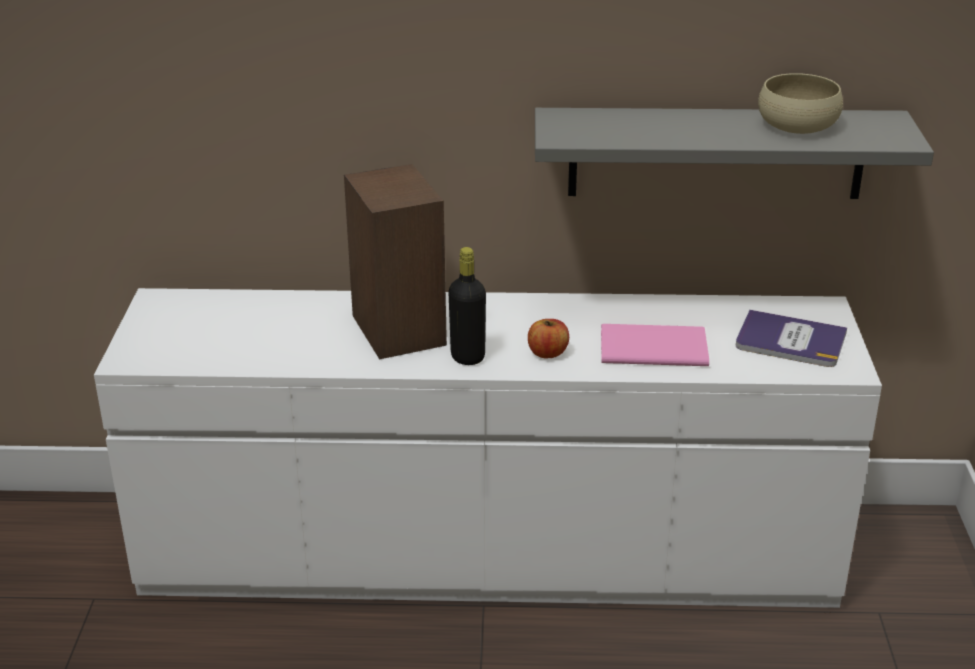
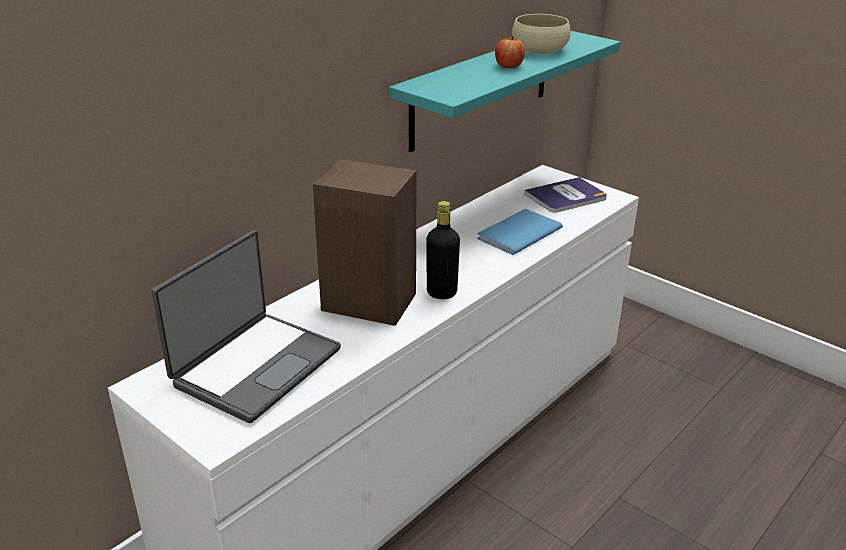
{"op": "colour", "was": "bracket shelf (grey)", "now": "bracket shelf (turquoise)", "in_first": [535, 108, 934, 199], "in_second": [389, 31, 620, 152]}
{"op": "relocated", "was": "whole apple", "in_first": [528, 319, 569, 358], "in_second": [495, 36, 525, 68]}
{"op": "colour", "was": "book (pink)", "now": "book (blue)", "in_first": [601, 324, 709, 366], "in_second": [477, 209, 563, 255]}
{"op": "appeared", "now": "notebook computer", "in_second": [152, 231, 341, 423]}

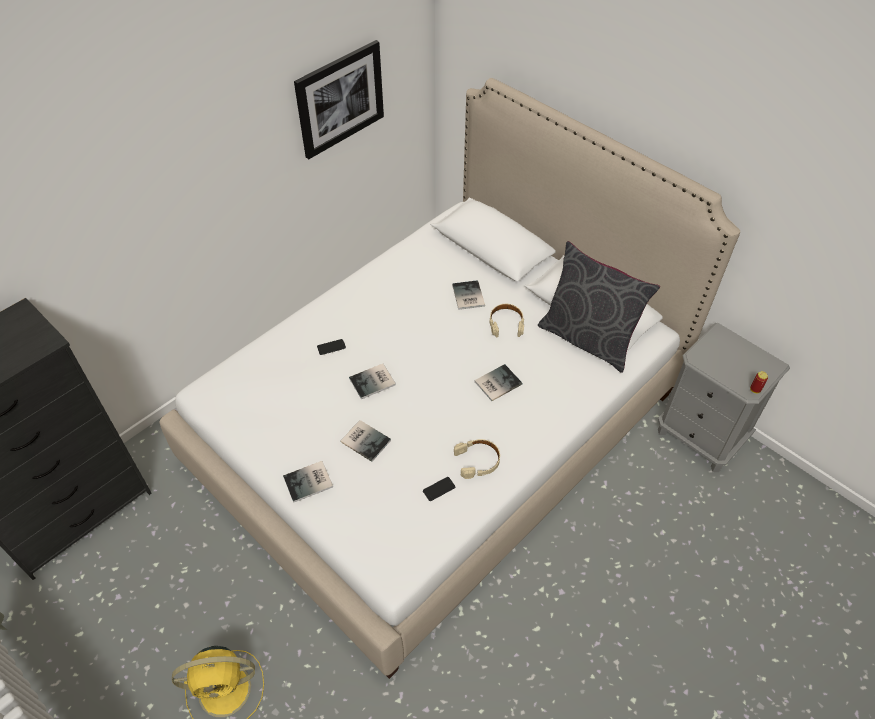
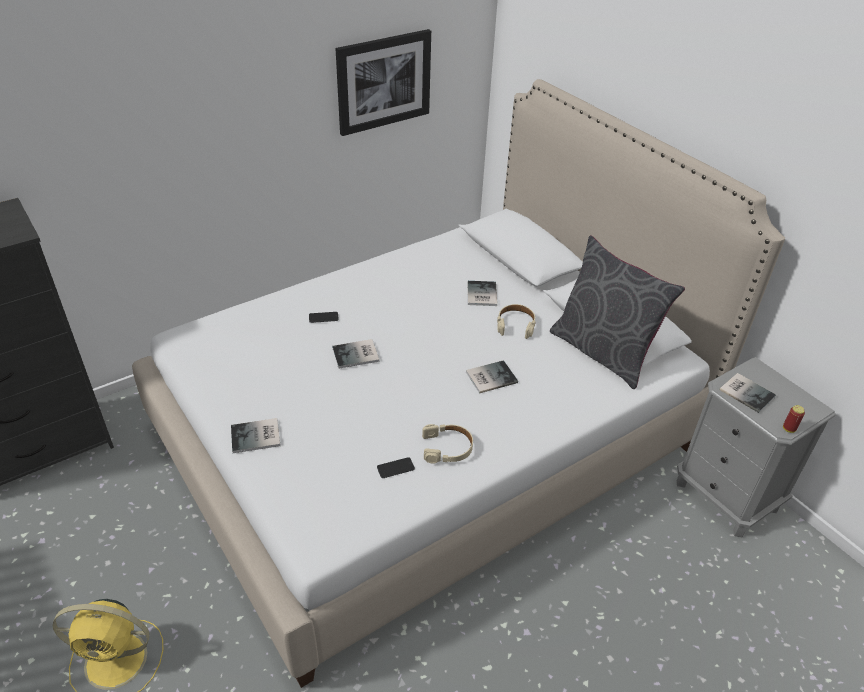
{"op": "relocated", "was": "book", "in_first": [340, 420, 391, 462], "in_second": [719, 373, 776, 413]}

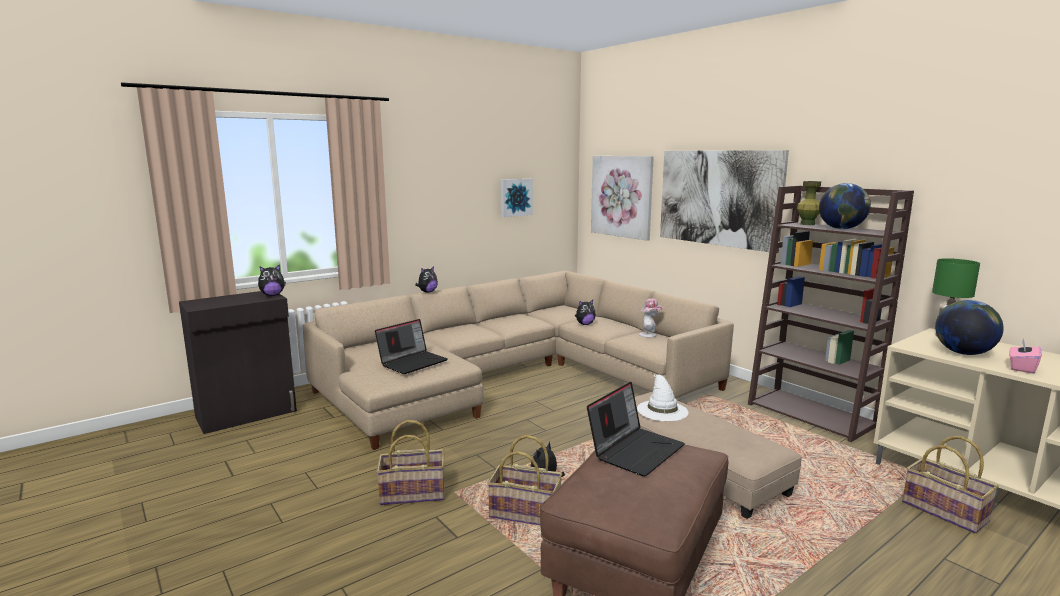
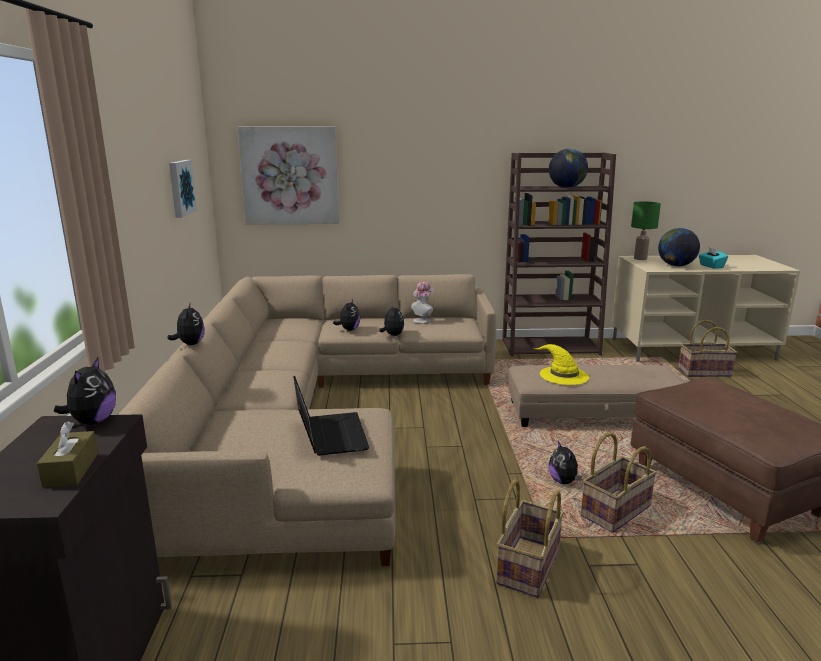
{"op": "missing", "was": "wall art", "in_first": [660, 150, 789, 253]}
{"op": "missing", "was": "vase (greenish)", "in_first": [797, 181, 821, 225]}
{"op": "colour", "was": "tissue holder (pink)", "now": "tissue holder (turquoise)", "in_first": [1009, 338, 1042, 374], "in_second": [699, 247, 728, 269]}
{"op": "colour", "was": "hat (white)", "now": "hat (yellow)", "in_first": [637, 375, 689, 421], "in_second": [532, 344, 589, 385]}
{"op": "missing", "was": "notebook computer", "in_first": [587, 382, 685, 477]}
{"op": "appeared", "now": "soft toy", "in_second": [379, 304, 404, 336]}
{"op": "appeared", "now": "tissue holder (brown-coloured)", "in_second": [36, 421, 98, 488]}

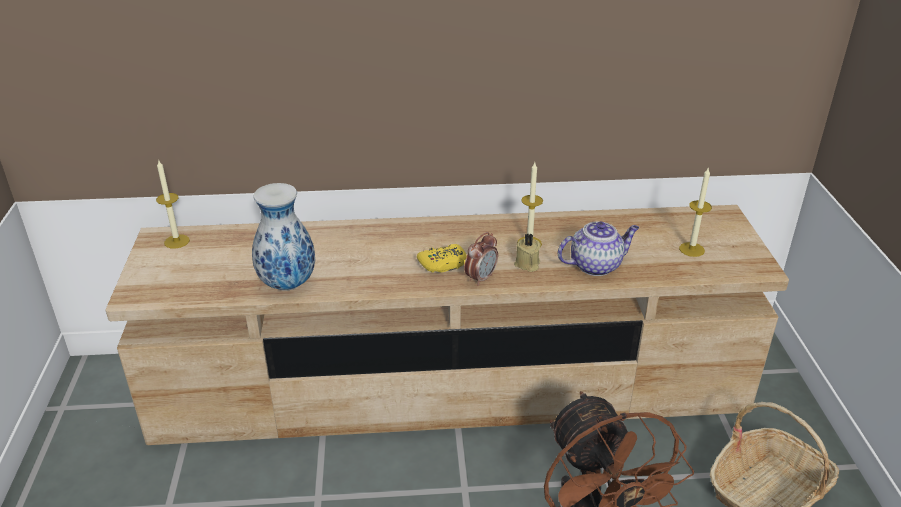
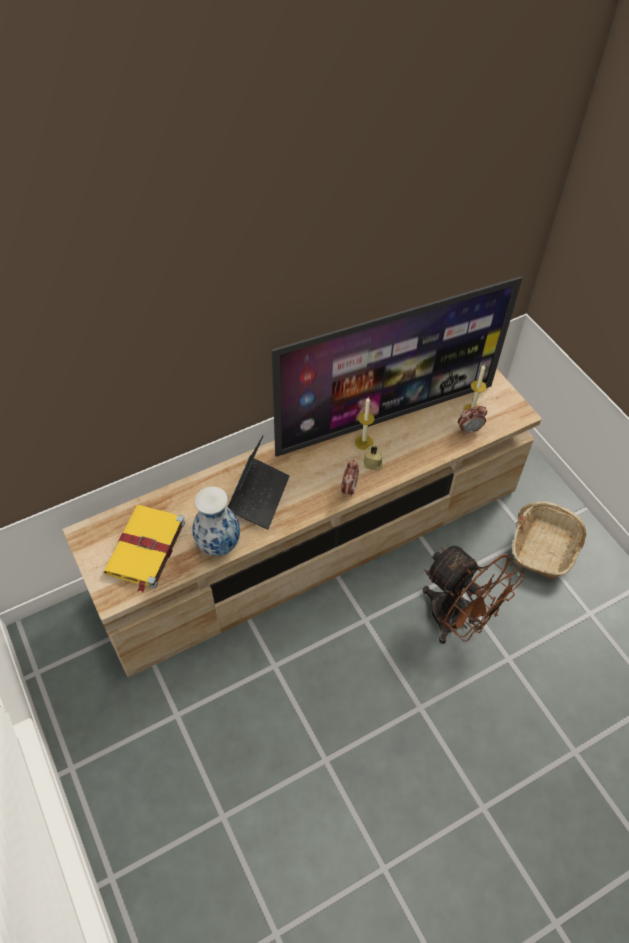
{"op": "missing", "was": "wax light", "in_first": [156, 159, 190, 249]}
{"op": "missing", "was": "teapot", "in_first": [558, 221, 639, 276]}
{"op": "missing", "was": "joypad (yellow)", "in_first": [417, 244, 467, 273]}
{"op": "appeared", "now": "television", "in_second": [272, 277, 522, 457]}
{"op": "appeared", "now": "alarm clock", "in_second": [458, 406, 487, 435]}
{"op": "appeared", "now": "notebook computer", "in_second": [227, 436, 290, 530]}
{"op": "appeared", "now": "book (yellow)", "in_second": [103, 505, 185, 593]}

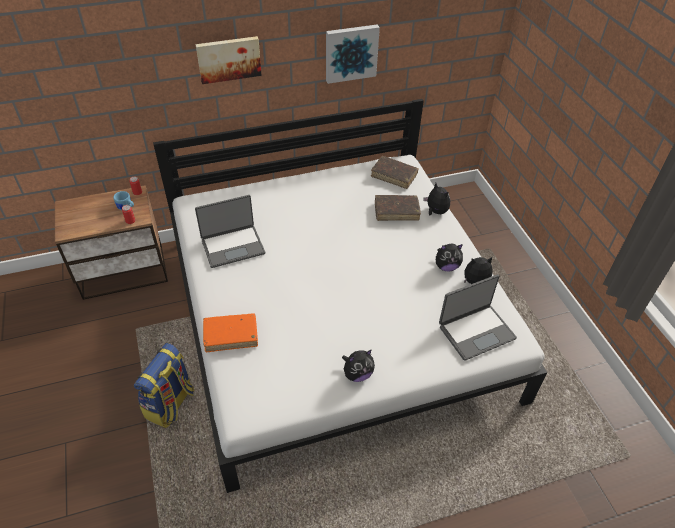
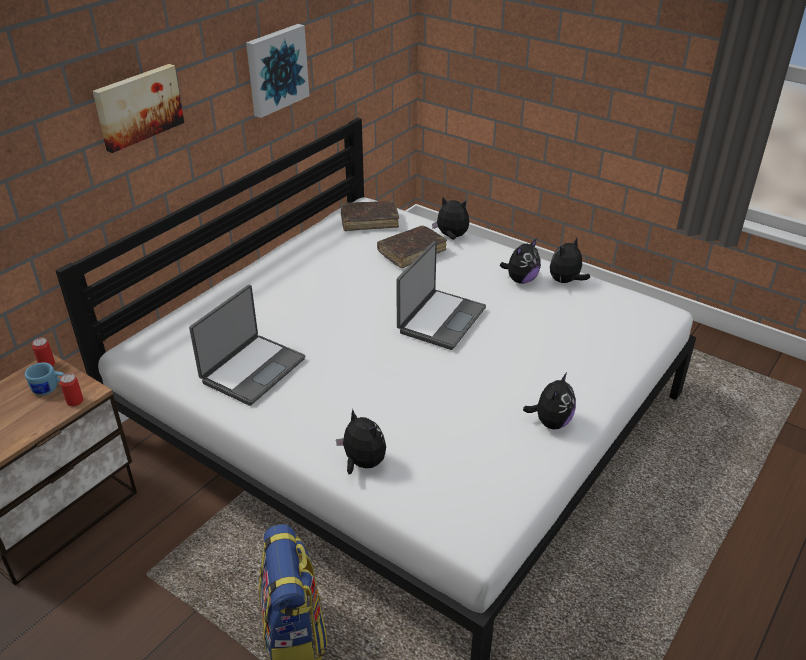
{"op": "relocated", "was": "notebook computer", "in_first": [439, 275, 517, 361], "in_second": [396, 241, 486, 350]}
{"op": "exchanged", "was": "book (orangey)", "now": "soft toy", "in_first": [203, 313, 258, 352], "in_second": [336, 409, 386, 474]}

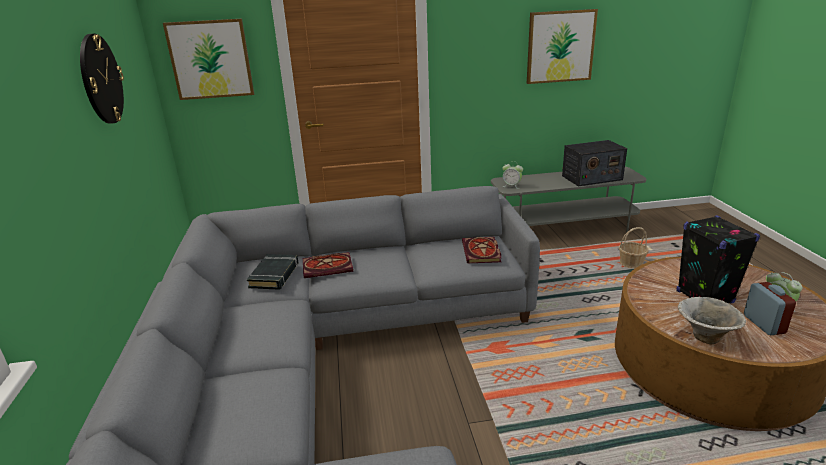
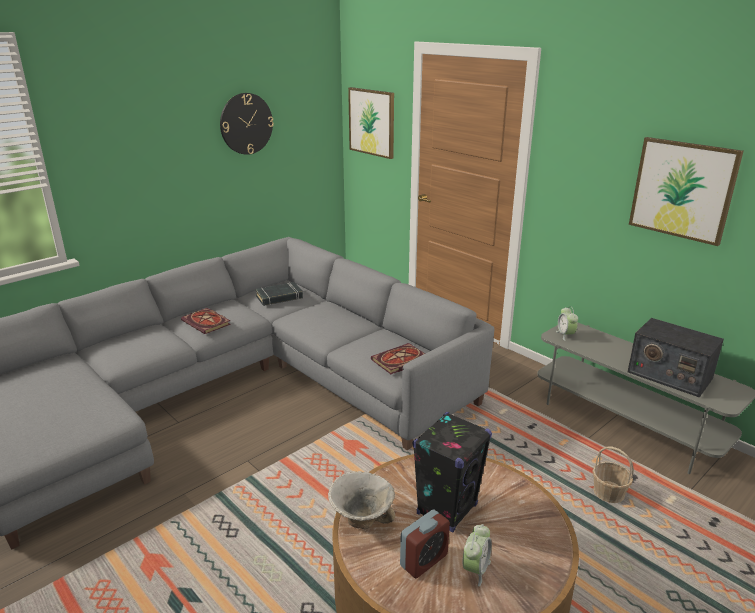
{"op": "relocated", "was": "book", "in_first": [303, 252, 353, 278], "in_second": [181, 308, 231, 334]}

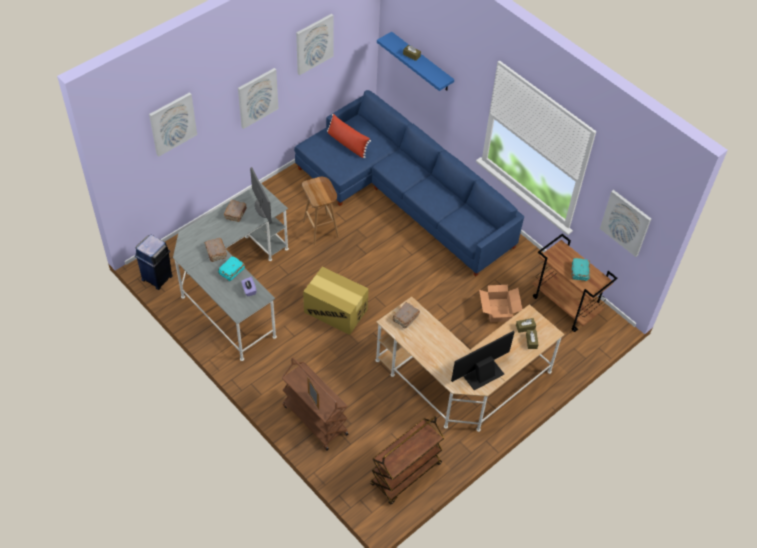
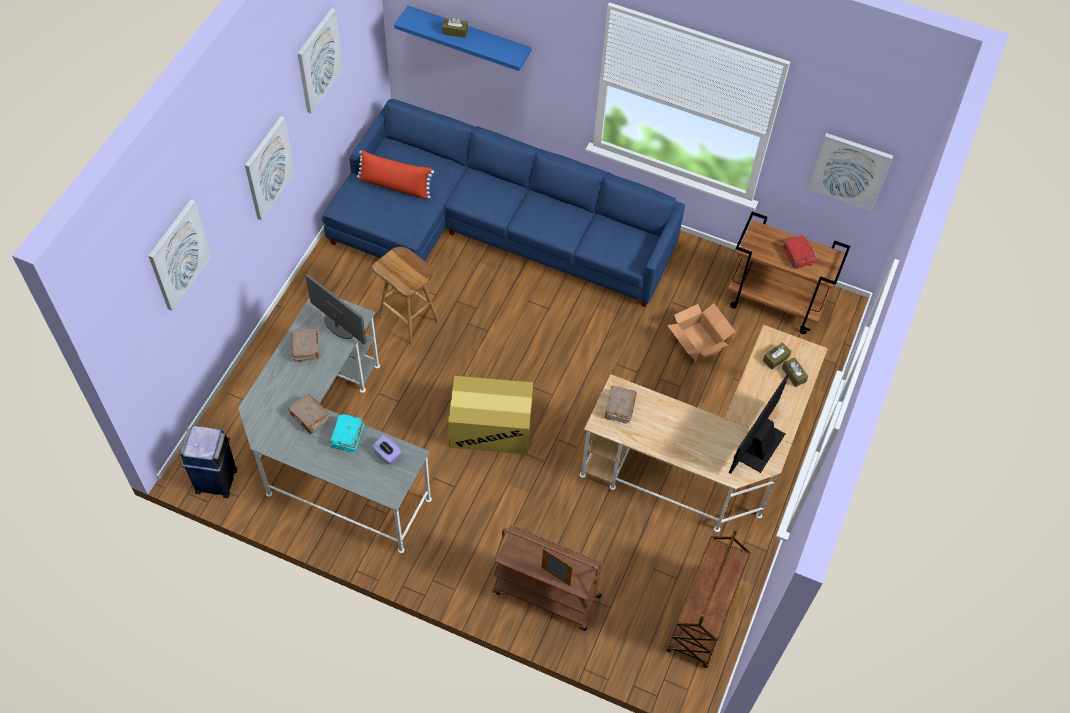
{"op": "colour", "was": "book (turquoise)", "now": "book (reddish)", "in_first": [571, 258, 590, 281], "in_second": [783, 235, 817, 269]}

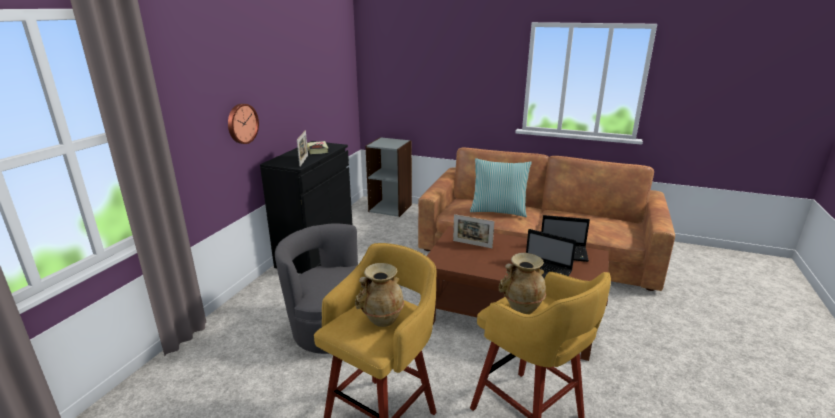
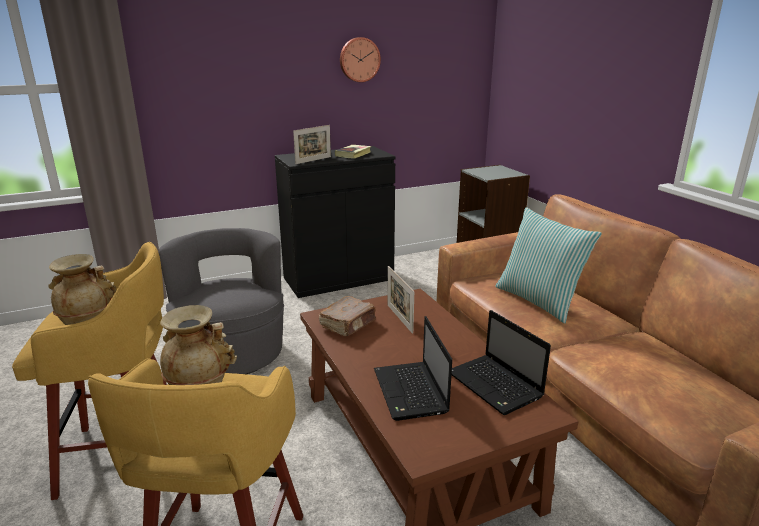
{"op": "relocated", "was": "wall clock", "in_first": [228, 104, 259, 144], "in_second": [340, 37, 381, 82]}
{"op": "appeared", "now": "book (brown-coloured)", "in_second": [319, 296, 376, 336]}

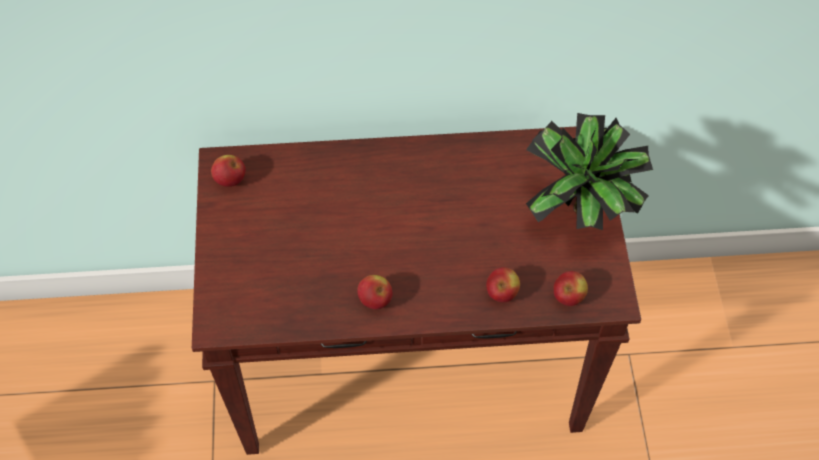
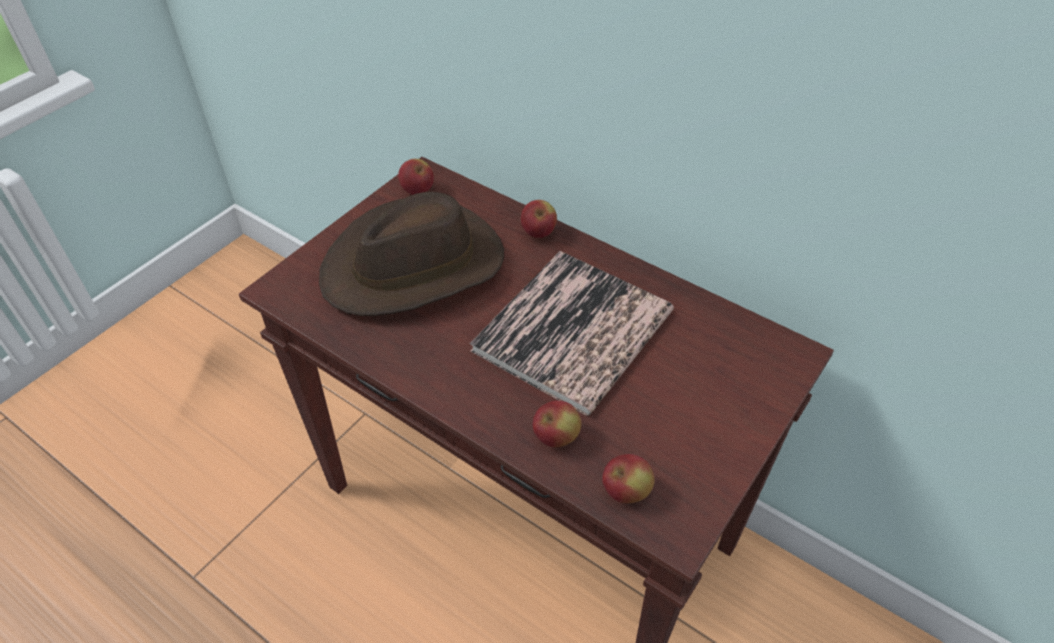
{"op": "missing", "was": "potted plant", "in_first": [526, 113, 653, 230]}
{"op": "relocated", "was": "whole apple", "in_first": [357, 275, 393, 309], "in_second": [521, 200, 557, 238]}
{"op": "appeared", "now": "hat (brown-coloured)", "in_second": [319, 192, 504, 316]}
{"op": "appeared", "now": "book", "in_second": [470, 251, 674, 416]}

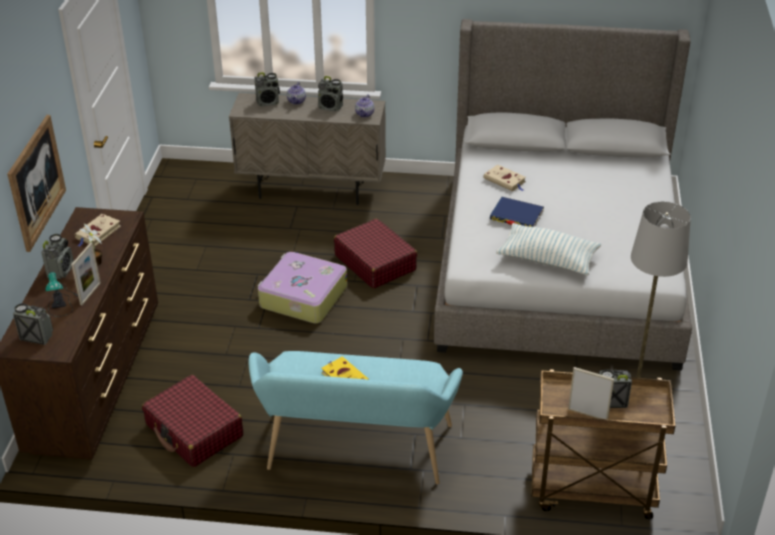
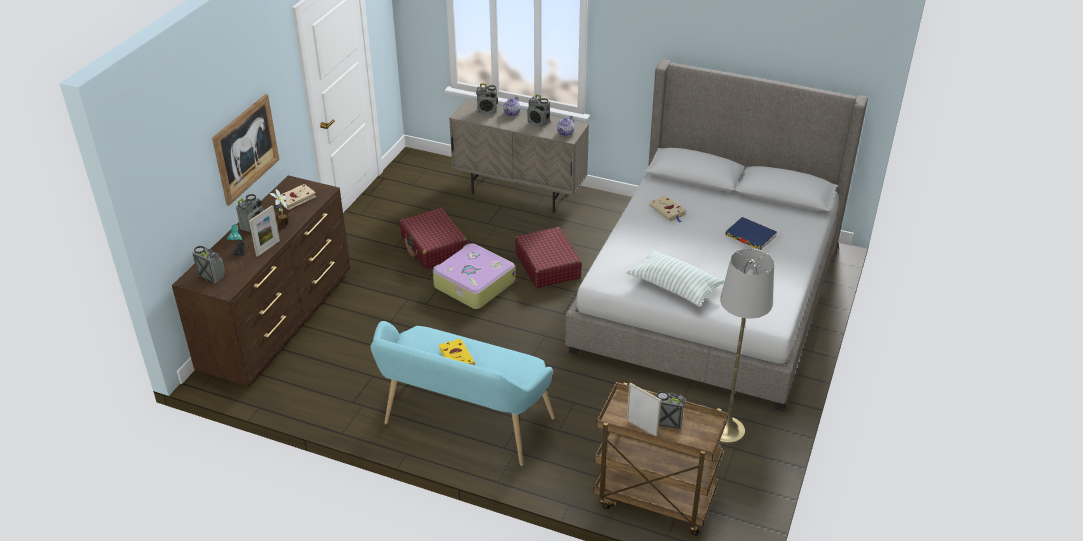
{"op": "relocated", "was": "book (blue)", "in_first": [490, 197, 544, 227], "in_second": [725, 217, 777, 250]}
{"op": "relocated", "was": "travel case (reddish)", "in_first": [142, 375, 243, 467], "in_second": [400, 208, 467, 269]}

